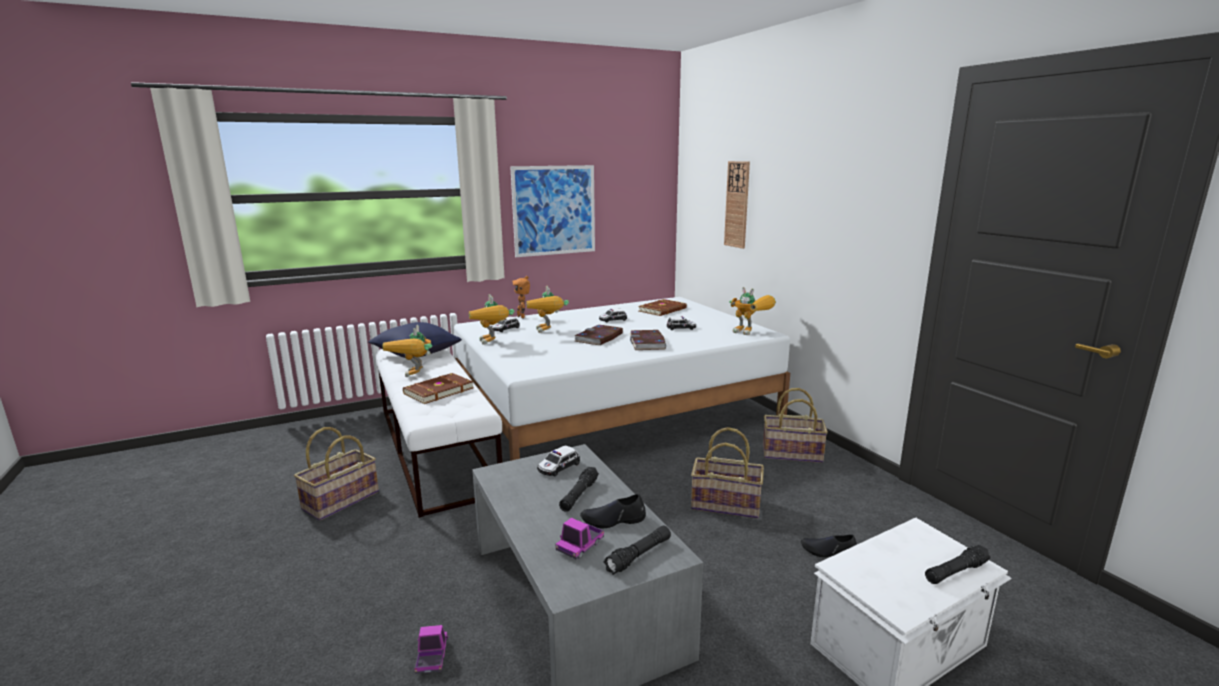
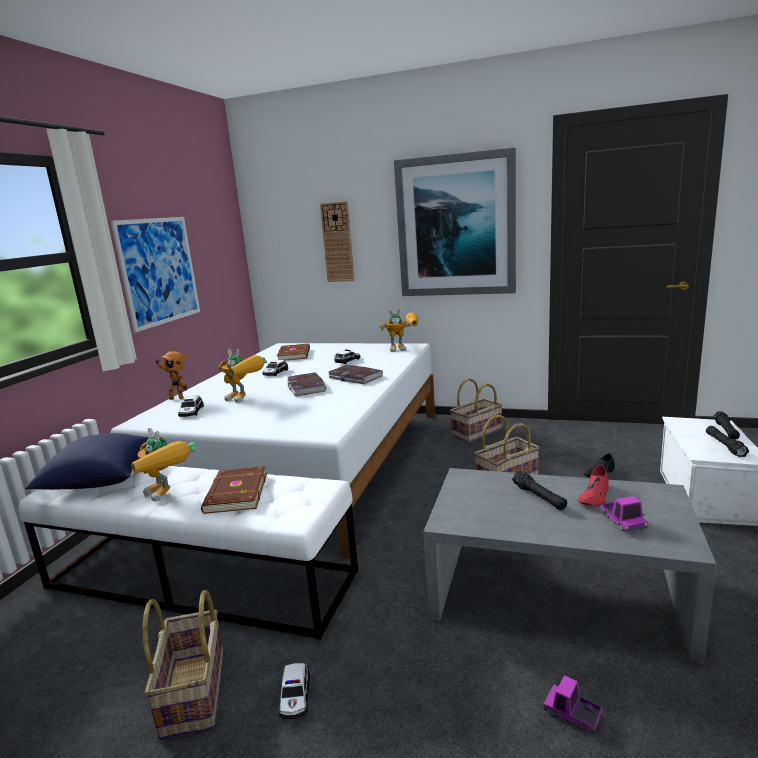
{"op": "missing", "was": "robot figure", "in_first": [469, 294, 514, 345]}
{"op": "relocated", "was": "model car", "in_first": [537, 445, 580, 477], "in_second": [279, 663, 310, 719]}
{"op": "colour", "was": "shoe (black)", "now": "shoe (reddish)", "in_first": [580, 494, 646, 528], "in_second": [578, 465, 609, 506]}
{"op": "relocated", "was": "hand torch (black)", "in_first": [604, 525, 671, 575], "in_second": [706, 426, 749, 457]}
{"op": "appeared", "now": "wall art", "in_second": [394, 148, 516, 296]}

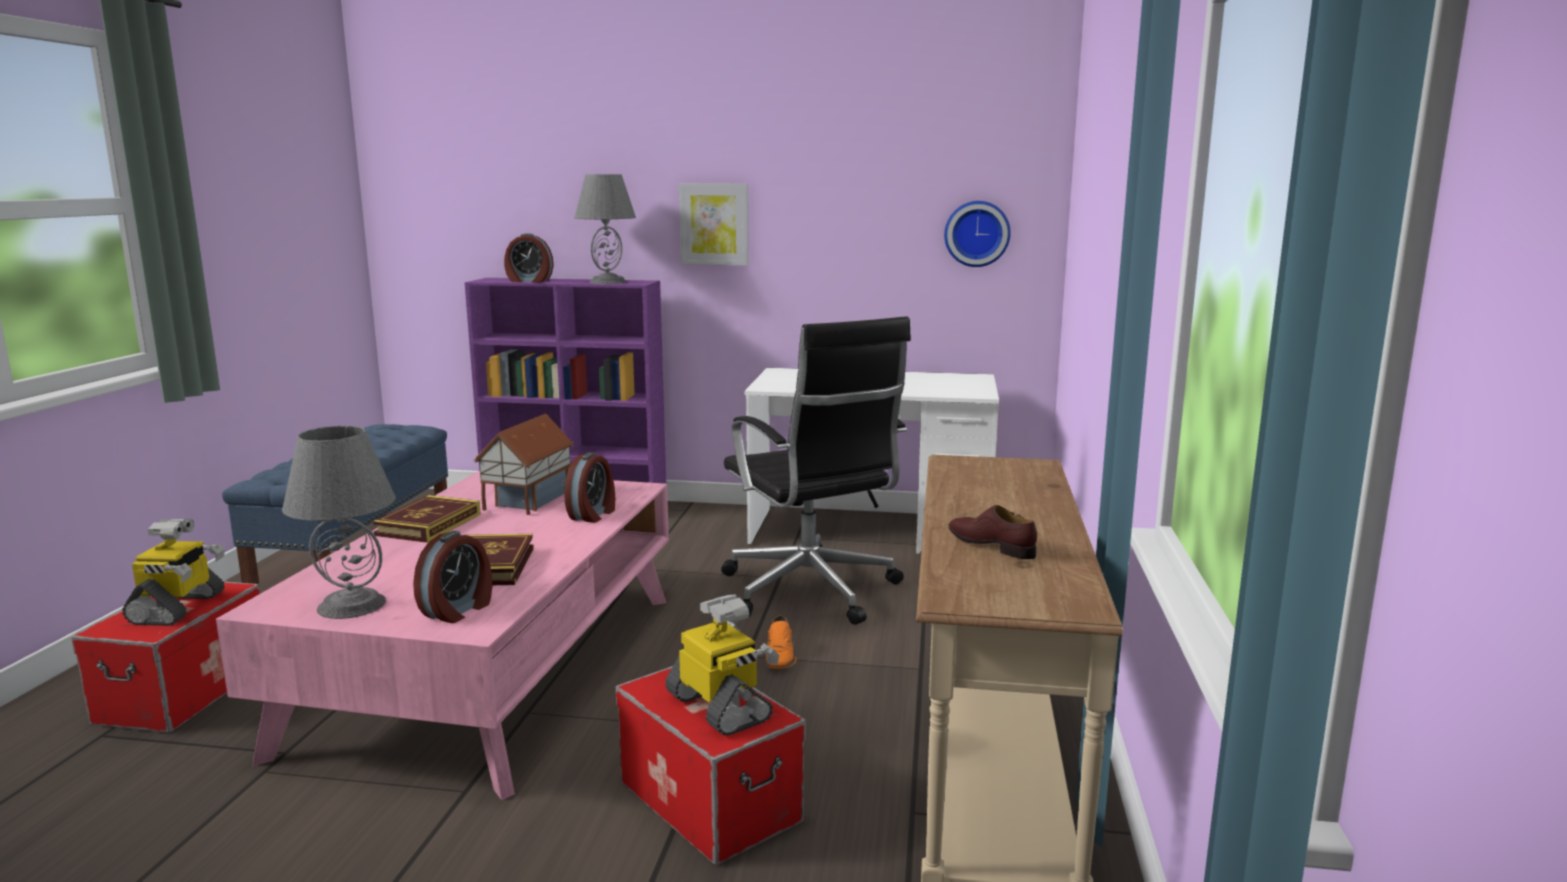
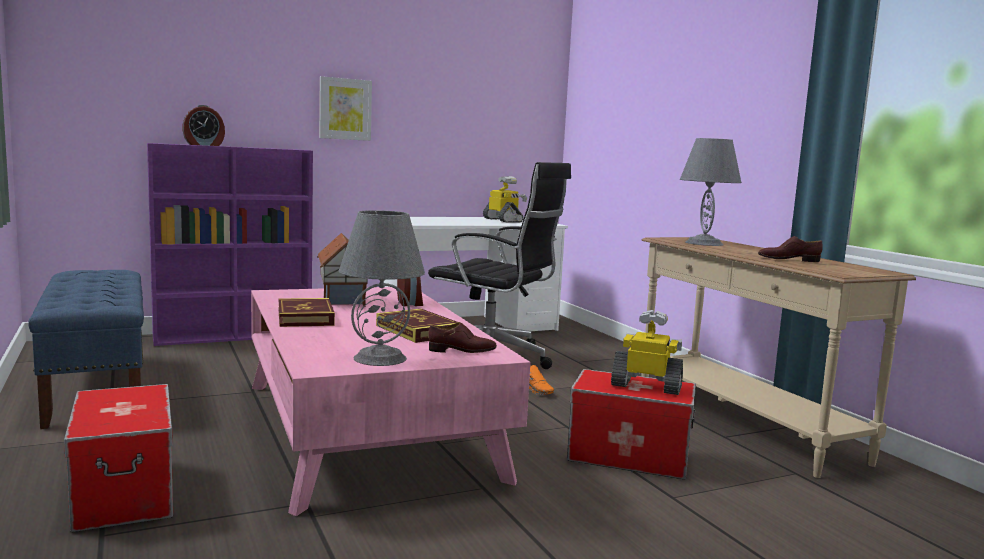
{"op": "relocated", "was": "lamp for a table (grey)", "in_first": [574, 174, 636, 284], "in_second": [680, 138, 742, 246]}
{"op": "missing", "was": "wall clock", "in_first": [944, 201, 1011, 267]}
{"op": "relocated", "was": "robot figure", "in_first": [122, 519, 225, 626], "in_second": [483, 176, 527, 223]}
{"op": "exchanged", "was": "alarm clock", "now": "shoe (brown-coloured)", "in_first": [413, 531, 492, 623], "in_second": [428, 322, 497, 353]}

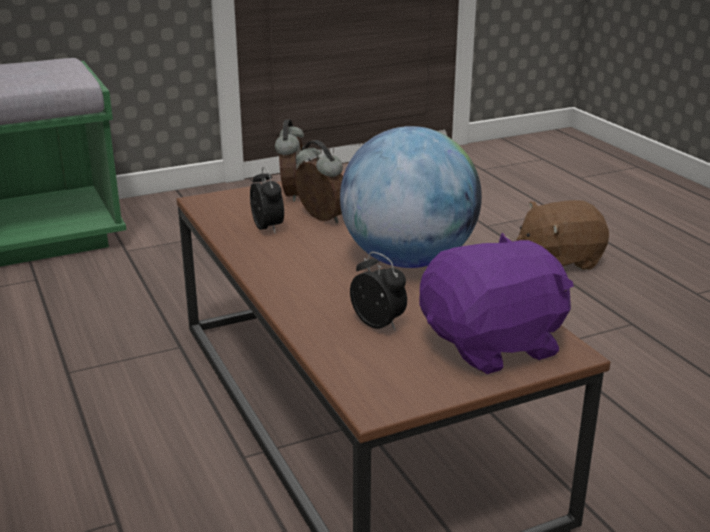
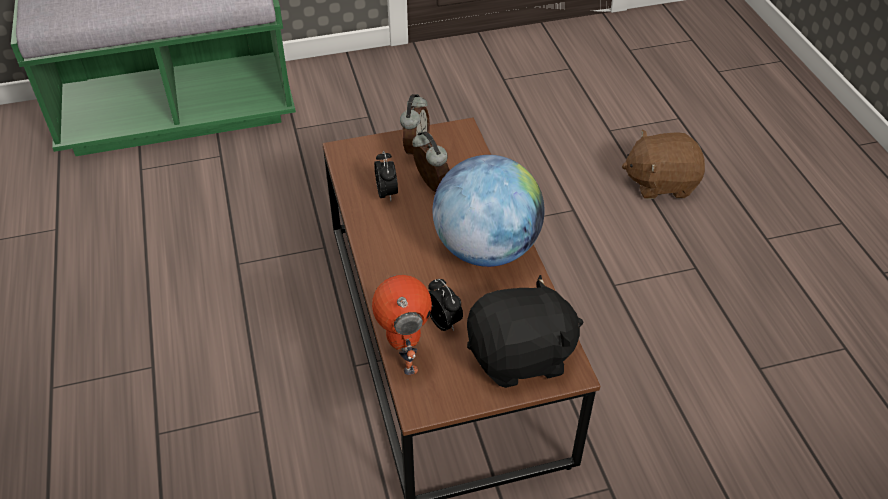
{"op": "colour", "was": "soft toy (purple)", "now": "soft toy (black)", "in_first": [419, 233, 574, 374], "in_second": [467, 275, 583, 388]}
{"op": "appeared", "now": "robot figure", "in_second": [372, 275, 432, 375]}

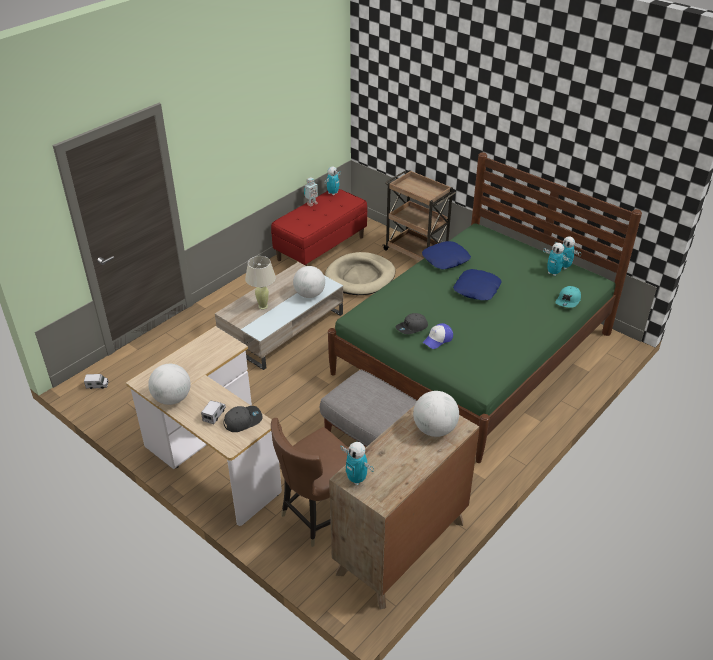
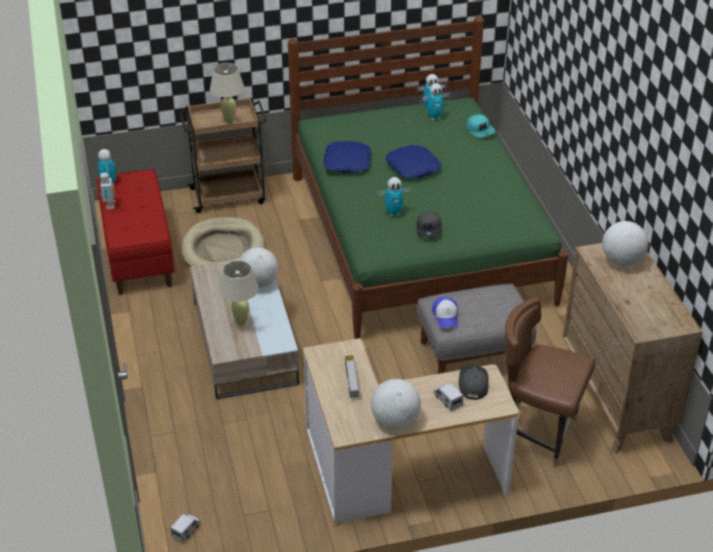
{"op": "relocated", "was": "baseball cap", "in_first": [423, 323, 453, 349], "in_second": [432, 296, 458, 328]}
{"op": "spun", "was": "upright chair (brown-coloured)", "in_first": [271, 418, 349, 547], "in_second": [505, 298, 596, 467], "clockwise": 120}
{"op": "relocated", "was": "robot figure", "in_first": [341, 442, 374, 485], "in_second": [376, 177, 412, 217]}
{"op": "appeared", "now": "lamp for a table (sand-coloured)", "in_second": [210, 63, 244, 124]}
{"op": "appeared", "now": "toy truck", "in_second": [345, 355, 359, 398]}

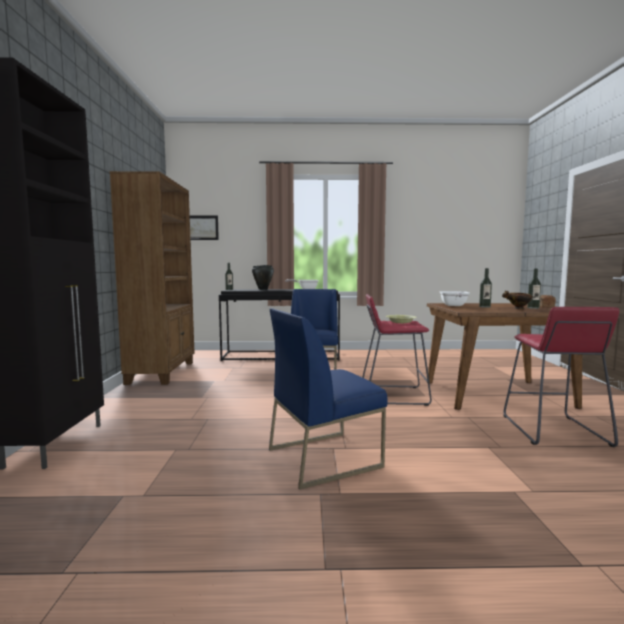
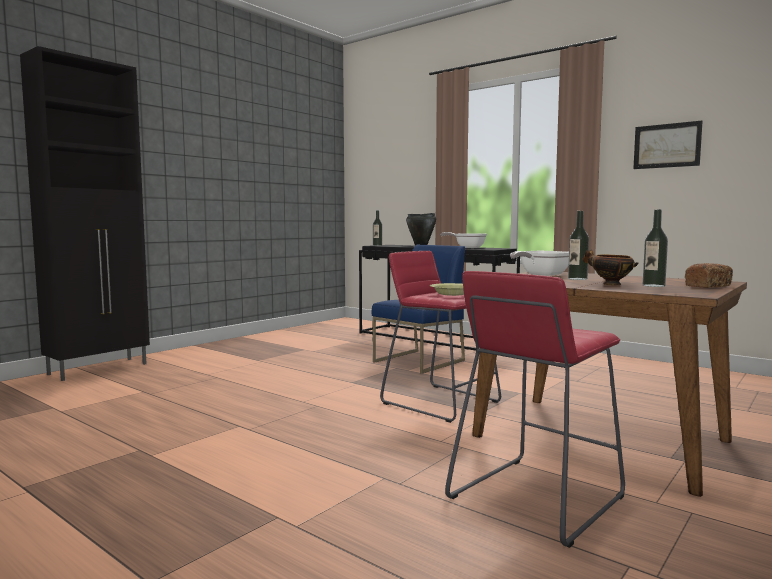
{"op": "missing", "was": "bookshelf (brown-coloured)", "in_first": [109, 171, 195, 385]}
{"op": "relocated", "was": "wall art", "in_first": [190, 216, 219, 240], "in_second": [633, 121, 703, 169]}
{"op": "missing", "was": "upright chair (blue)", "in_first": [269, 308, 387, 490]}

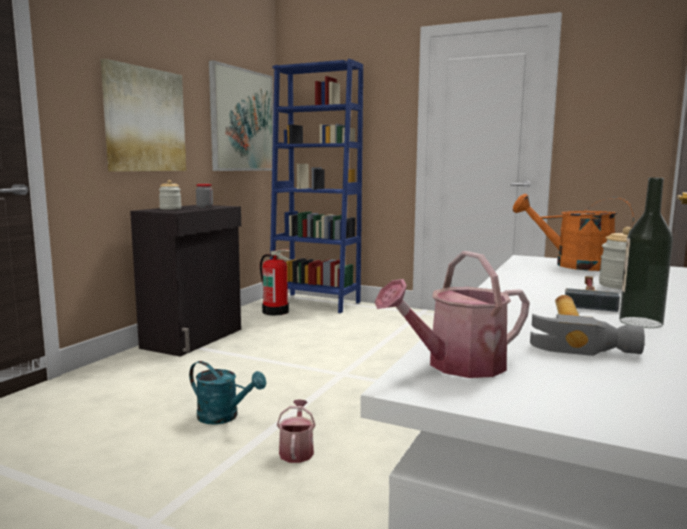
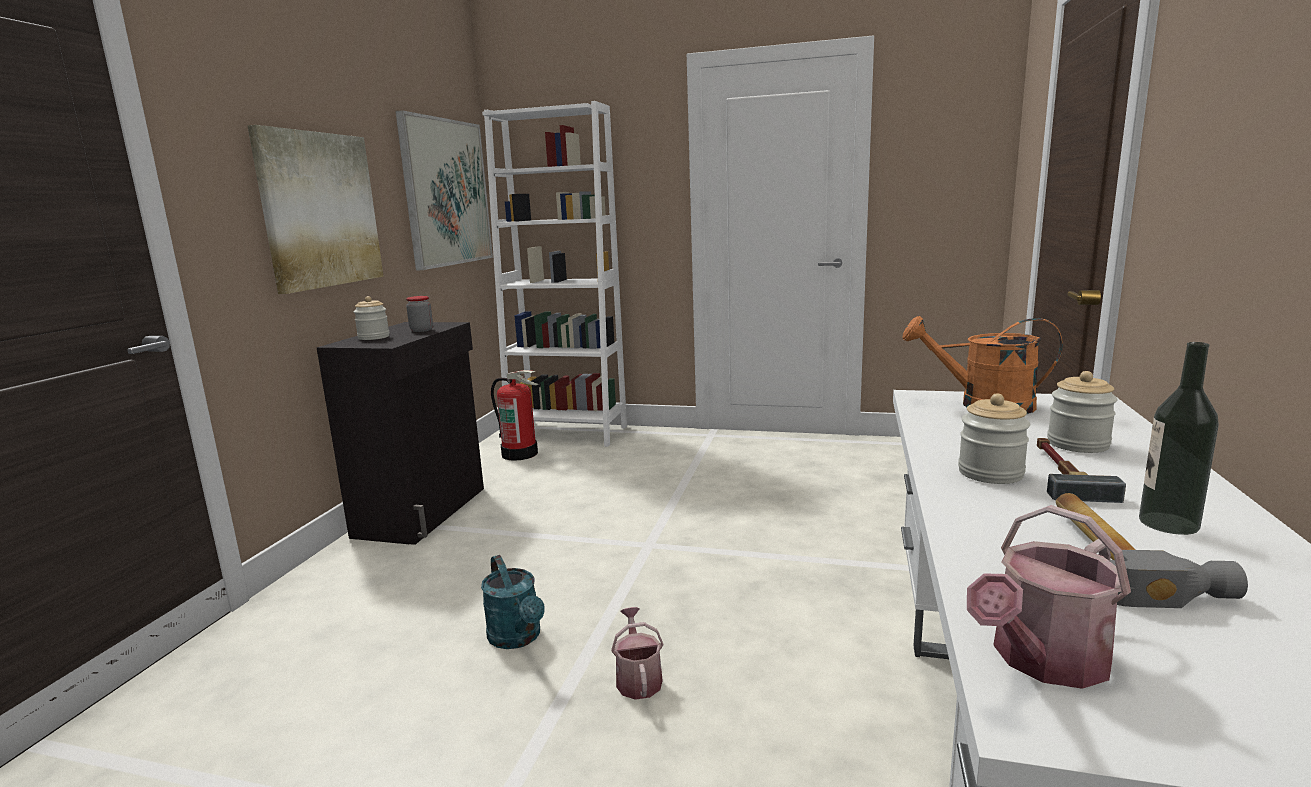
{"op": "colour", "was": "bookshelf (blue)", "now": "bookshelf (white)", "in_first": [270, 59, 363, 313], "in_second": [482, 101, 627, 447]}
{"op": "spun", "was": "sprinkling can (turquoise)", "in_first": [189, 361, 267, 425], "in_second": [481, 555, 545, 649], "clockwise": 45}
{"op": "appeared", "now": "preserve jar", "in_second": [958, 393, 1030, 484]}

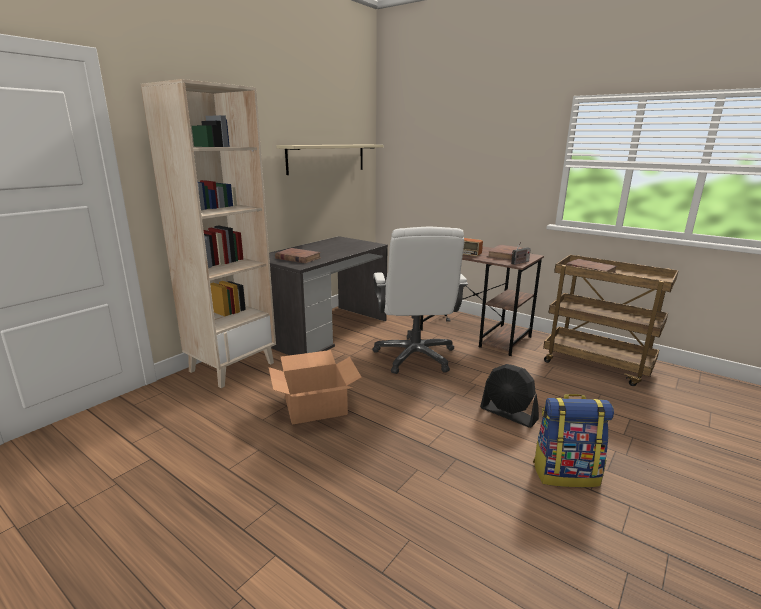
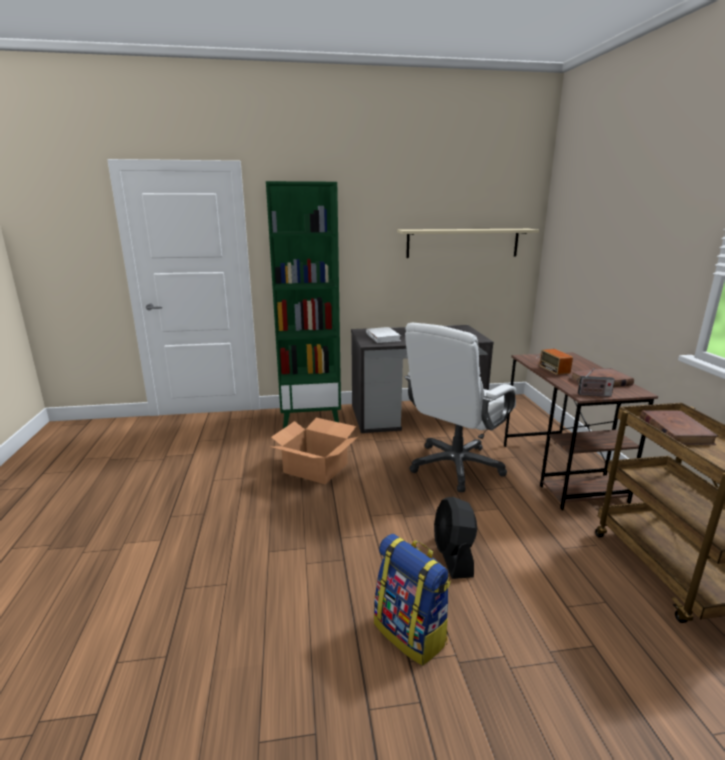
{"op": "colour", "was": "bookshelf (sand-coloured)", "now": "bookshelf (greenish)", "in_first": [141, 79, 276, 388], "in_second": [266, 181, 341, 429]}
{"op": "colour", "was": "book (brown-coloured)", "now": "book (white)", "in_first": [275, 248, 321, 263], "in_second": [366, 327, 401, 343]}

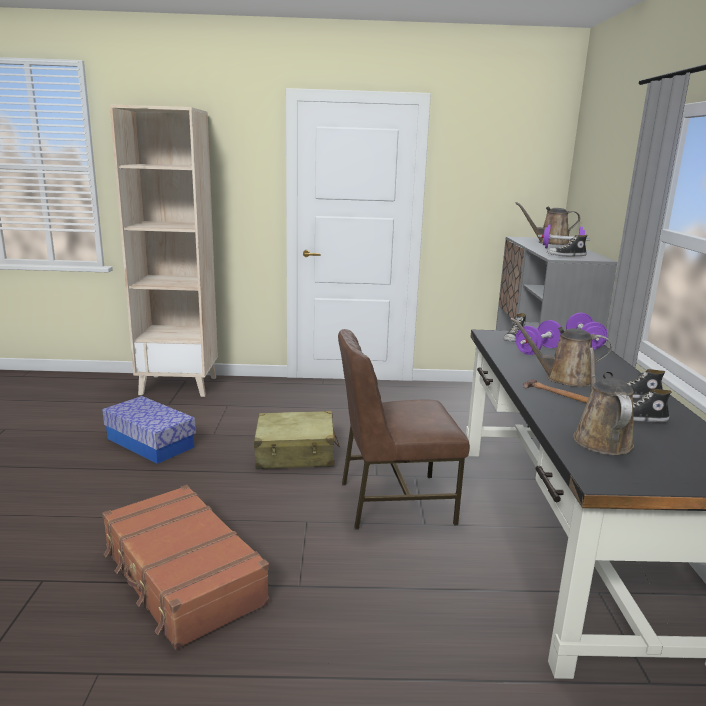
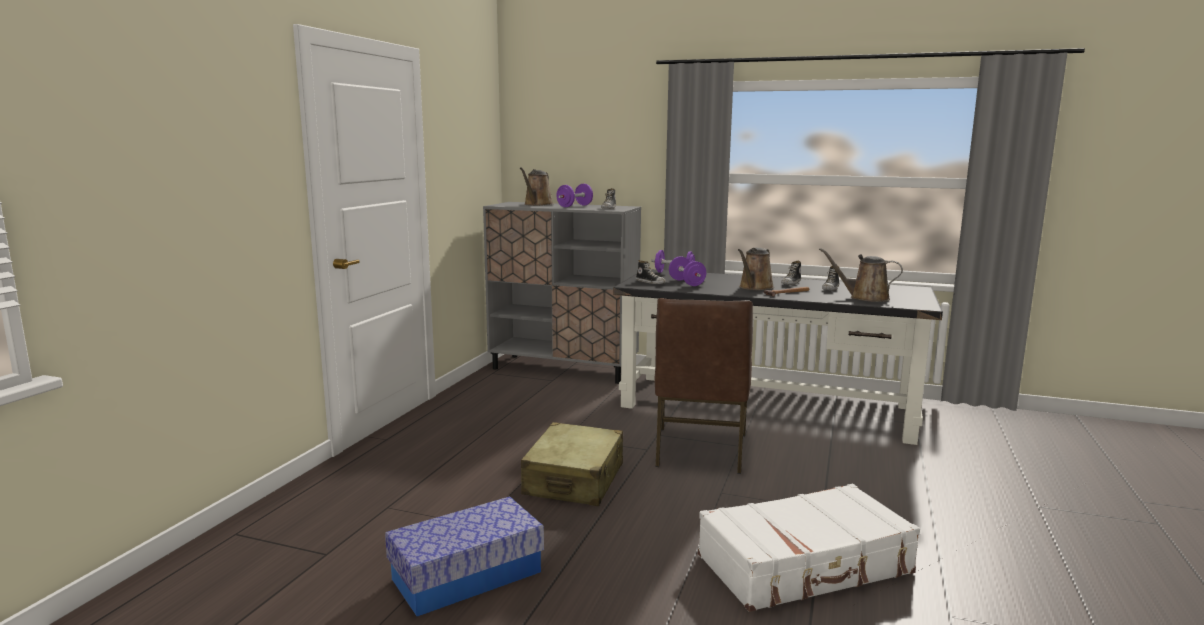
{"op": "missing", "was": "bookshelf (sand-coloured)", "in_first": [109, 104, 218, 397]}
{"op": "colour", "was": "travel case (brown-coloured)", "now": "travel case (white)", "in_first": [102, 485, 269, 650], "in_second": [698, 484, 920, 612]}

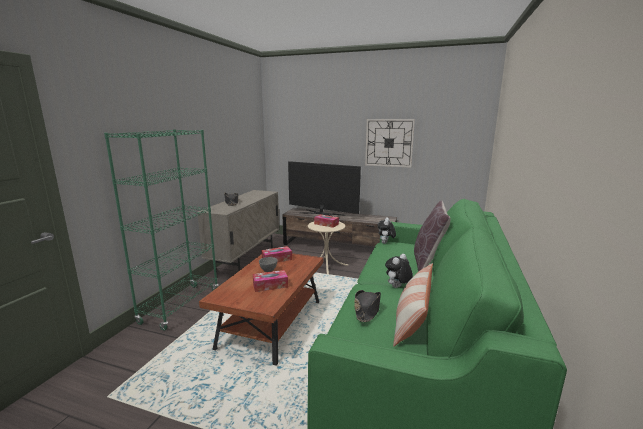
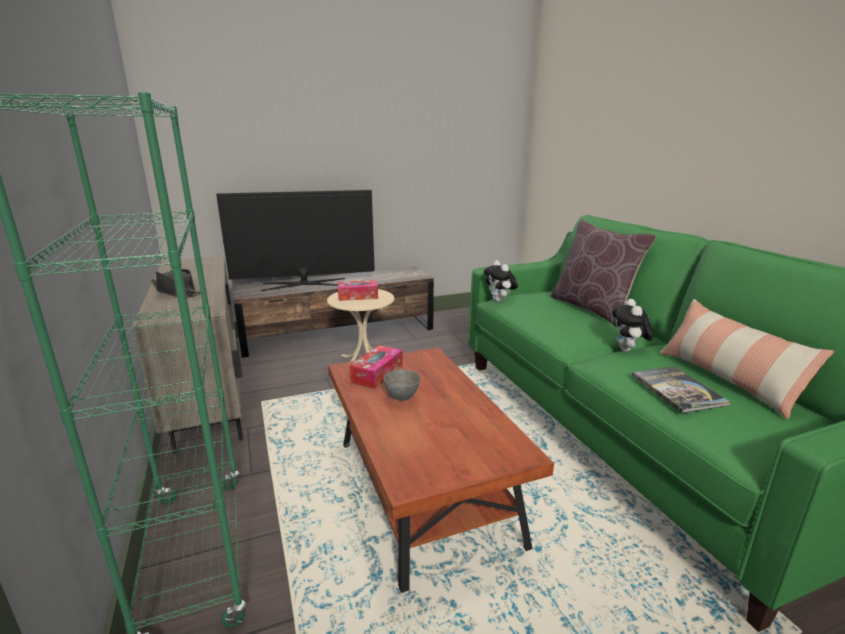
{"op": "missing", "was": "wall clock", "in_first": [365, 119, 415, 168]}
{"op": "missing", "was": "tissue holder", "in_first": [253, 270, 288, 292]}
{"op": "exchanged", "was": "hat (black)", "now": "book", "in_first": [354, 290, 381, 322], "in_second": [631, 366, 731, 413]}

